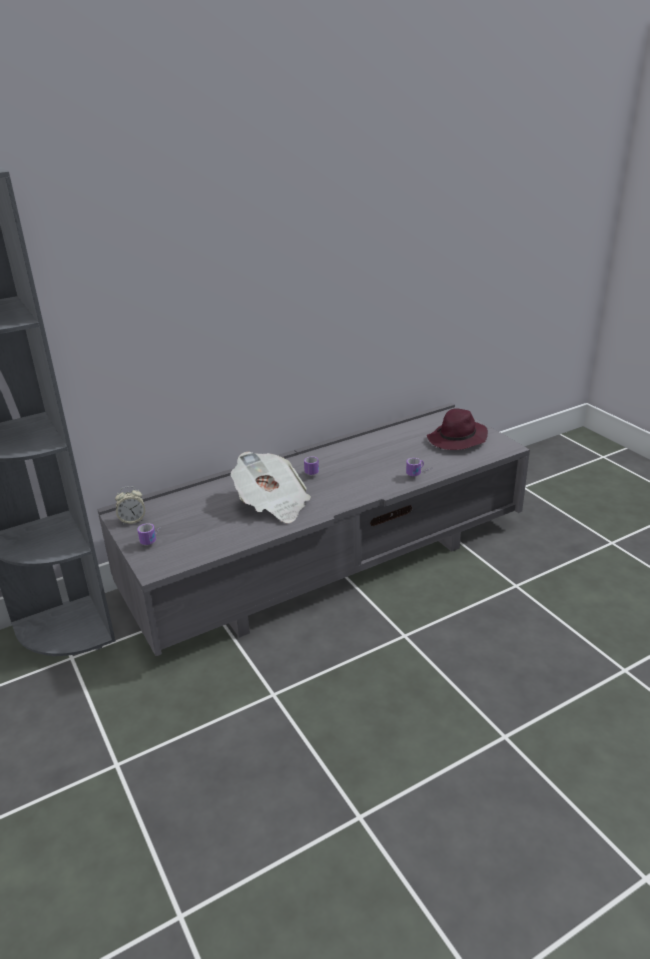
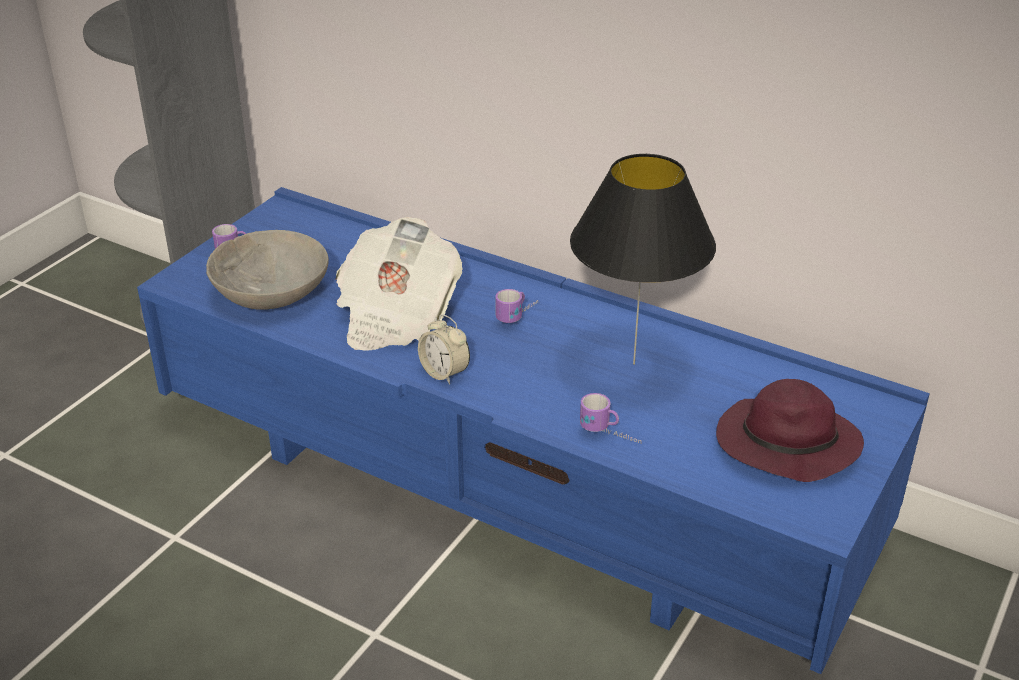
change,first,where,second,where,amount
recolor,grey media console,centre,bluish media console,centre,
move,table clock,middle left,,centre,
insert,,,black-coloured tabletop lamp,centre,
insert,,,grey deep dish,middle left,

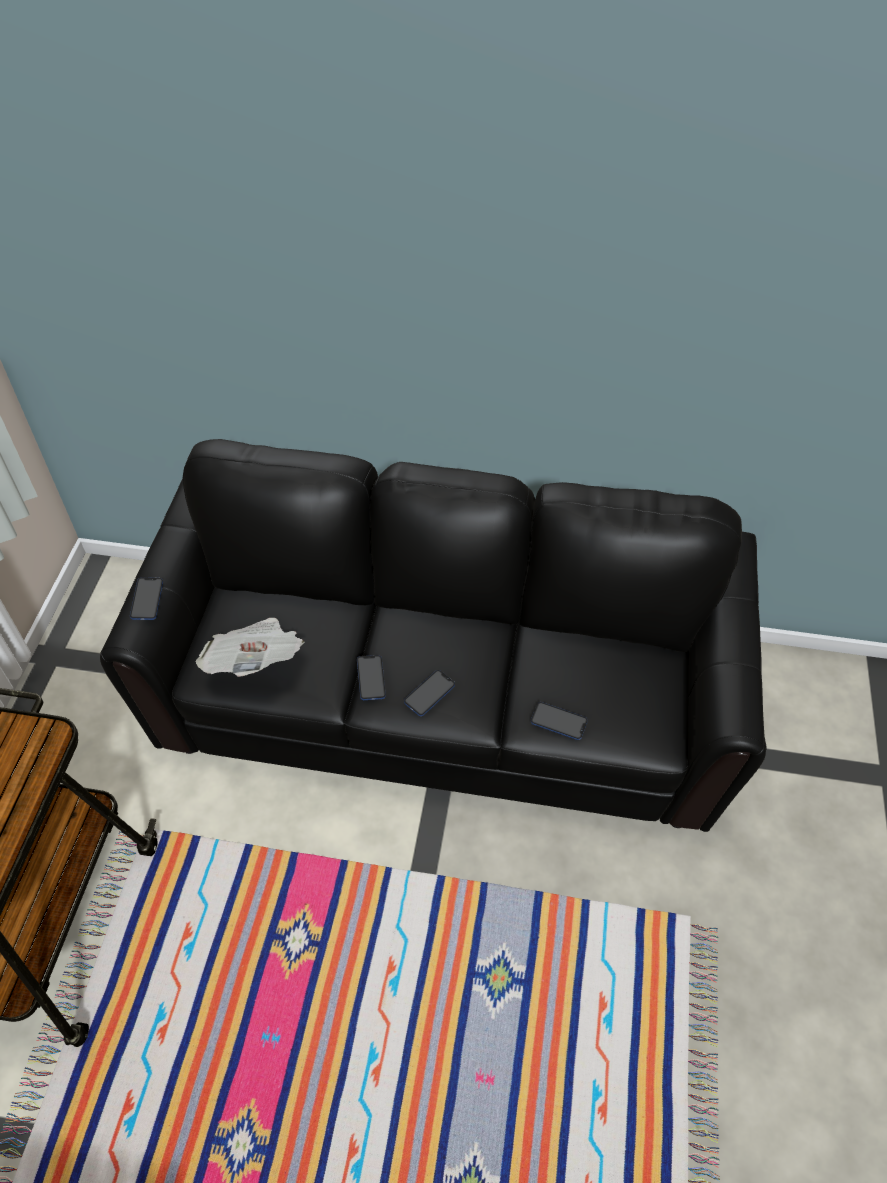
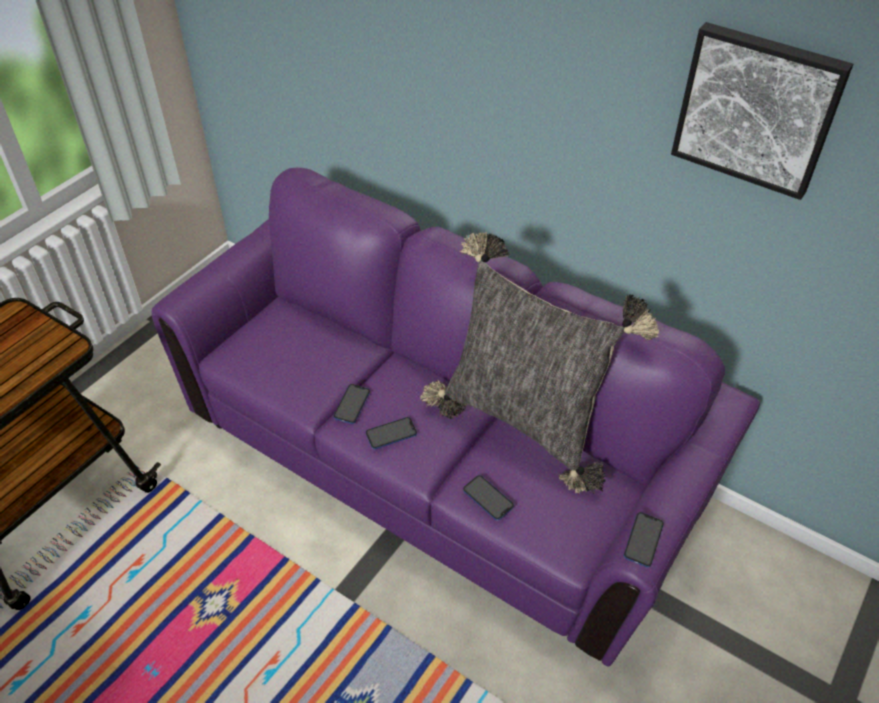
change,first,where,second,where,amount
recolor,black-coloured sofa,centre,purplish sofa,centre,
move,phone (1st from left in the first image),middle left,phone (4th from left),bottom right,
delete,daily paper,middle left,,,
insert,,,wall picture,top right,
insert,,,throw pillow,centre,

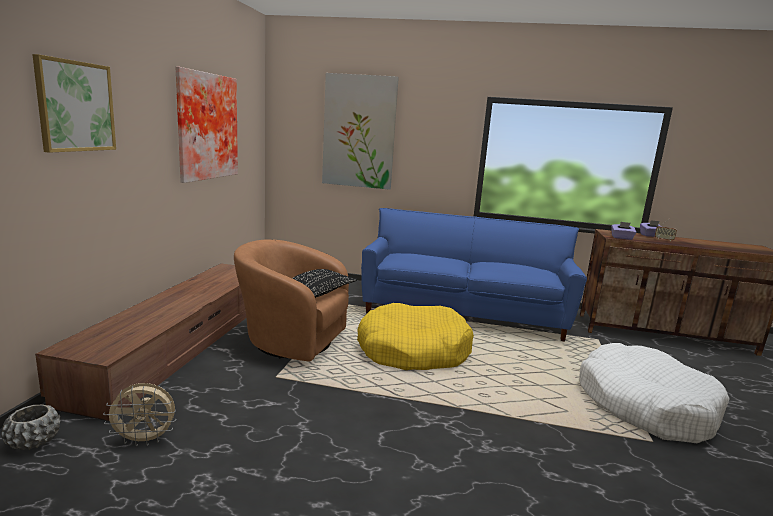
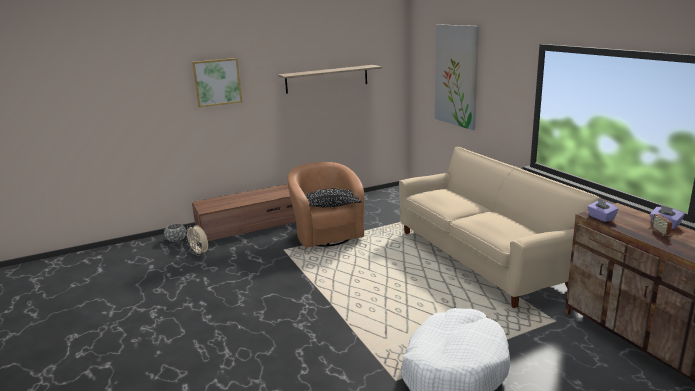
change,first,where,second,where,amount
replace,wall picture (2nd from left),top left,shelf,top centre,
recolor,bluish sofa,centre,sand-coloured sofa,middle right,
delete,yellow-coloured pet bed,centre,,,

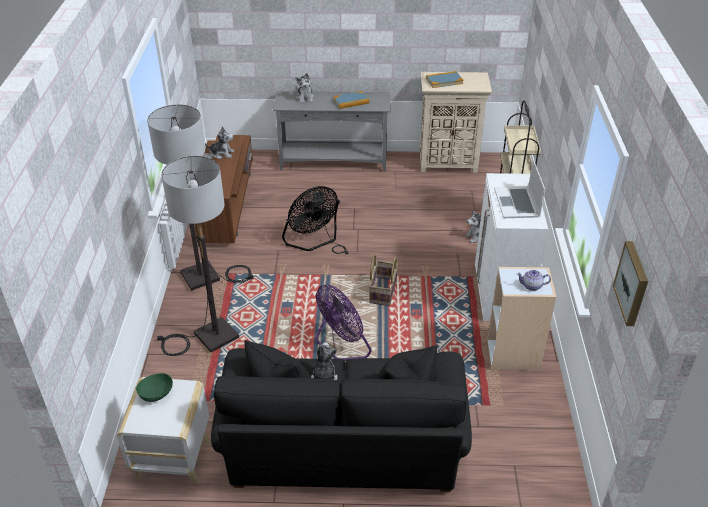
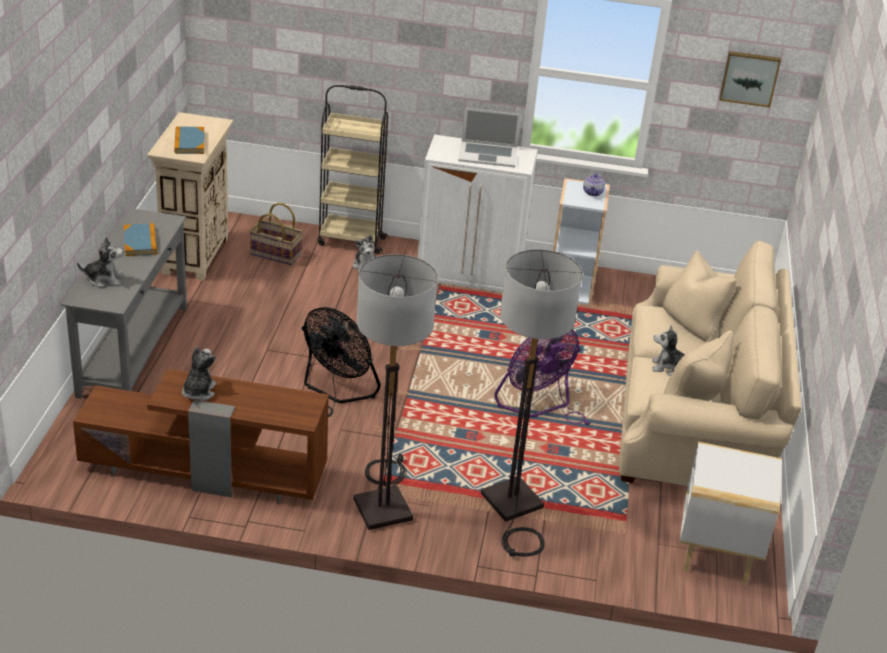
change,first,where,second,where,amount
rotate,black-coloured cooling fan,centre,,centre,150 degrees clockwise
move,household basket,centre,,middle left,
recolor,black-coloured sofa,bottom centre,sand-coloured sofa,middle right,
delete,greenish deep dish,bottom left,,,

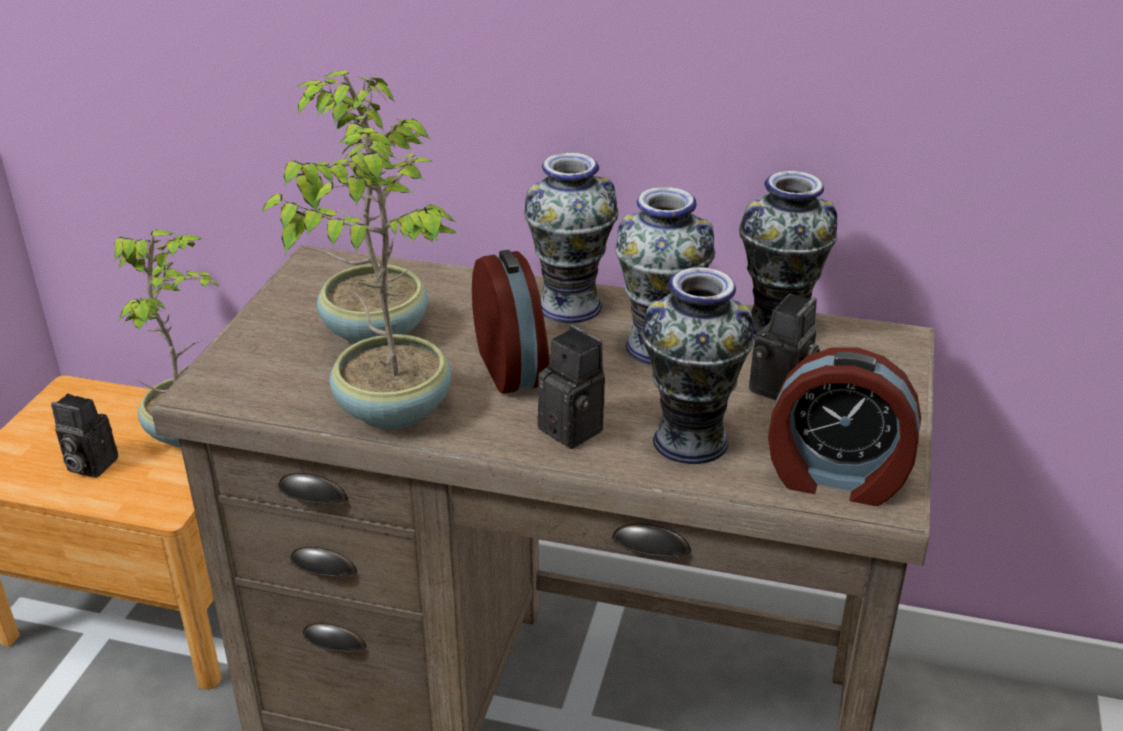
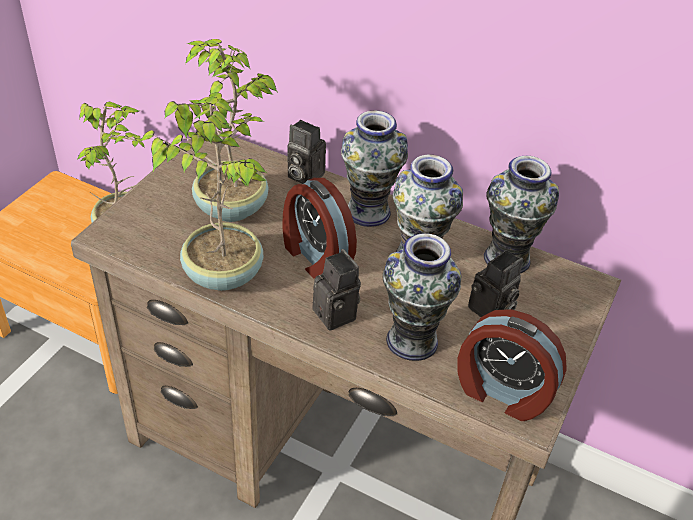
change,first,where,second,where,amount
rotate,table clock (1st from left),centre,,centre,150 degrees clockwise
move,still camera (1st from left),middle left,,top centre,

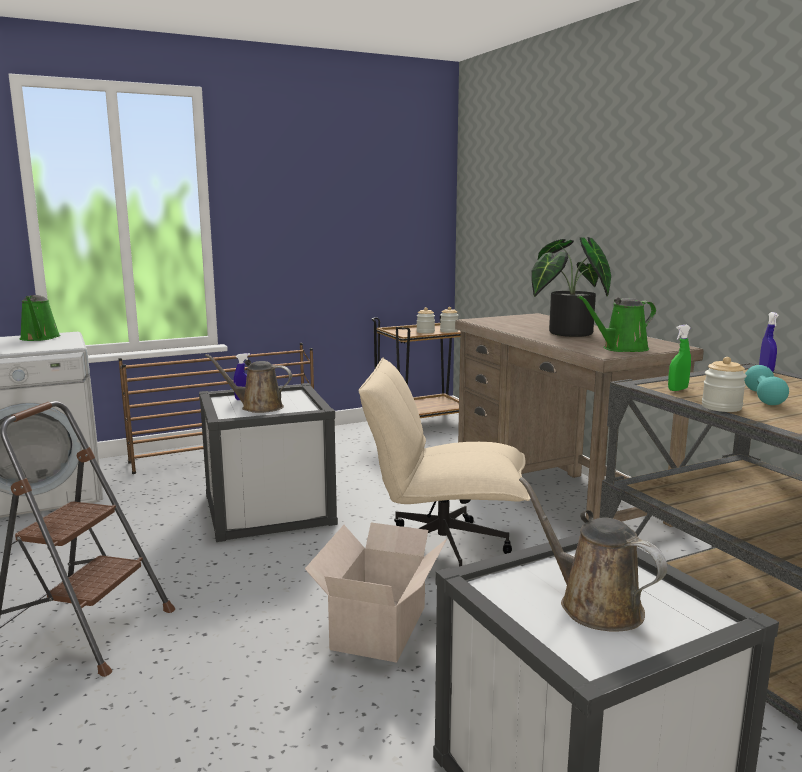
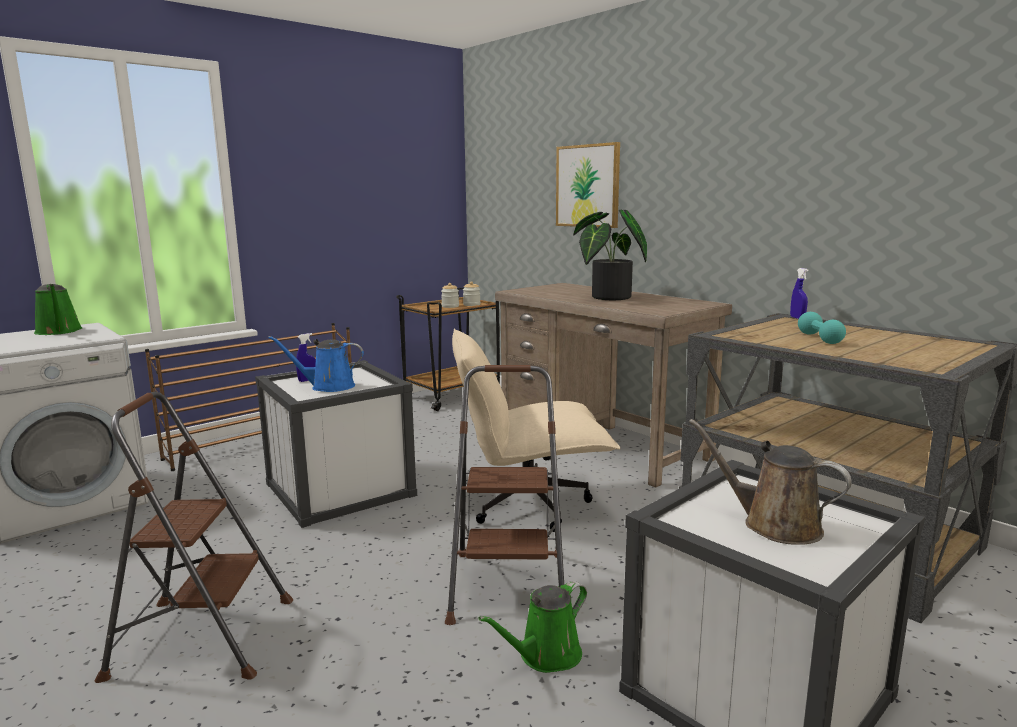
change,first,where,second,where,amount
move,greenish watering pot (2nd from left),middle right,,bottom centre,
delete,greenish sprayer,middle right,,,
recolor,brown watering pot (1st from left),middle left,bluish watering pot,middle left,
delete,storage jar (3rd from left),middle right,,,
replace,carton,bottom centre,brown step stool (2nd from left),bottom centre,
insert,,,wall picture,top centre,

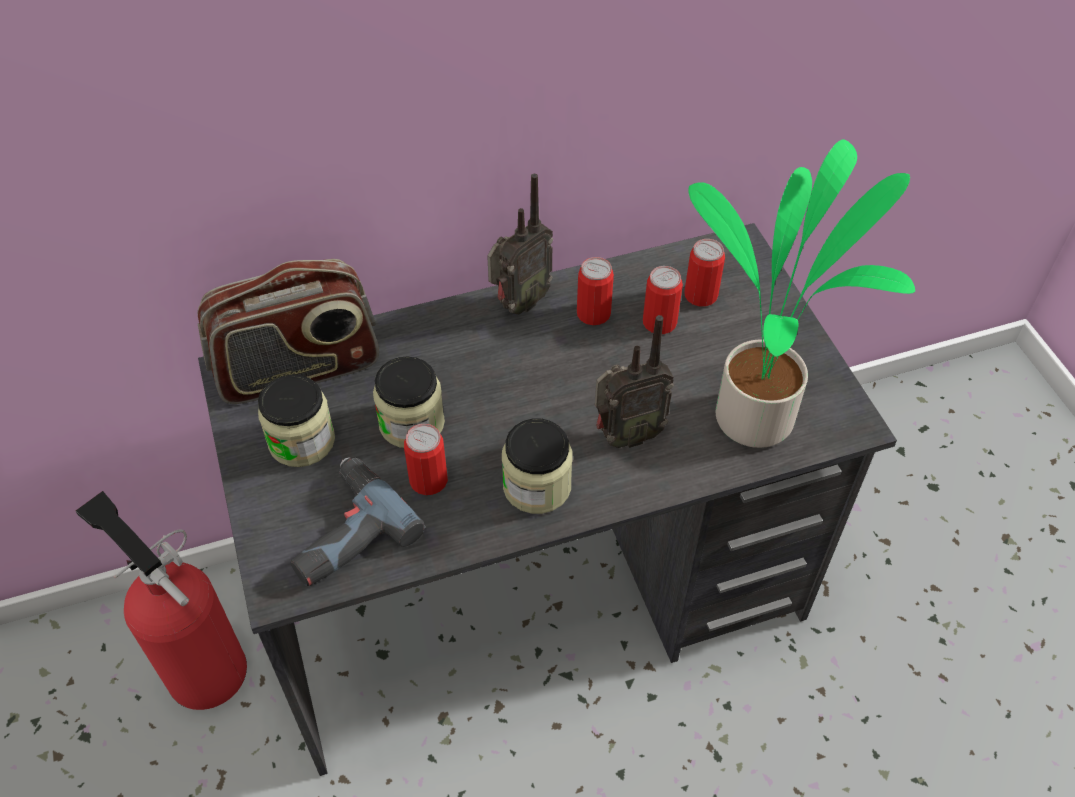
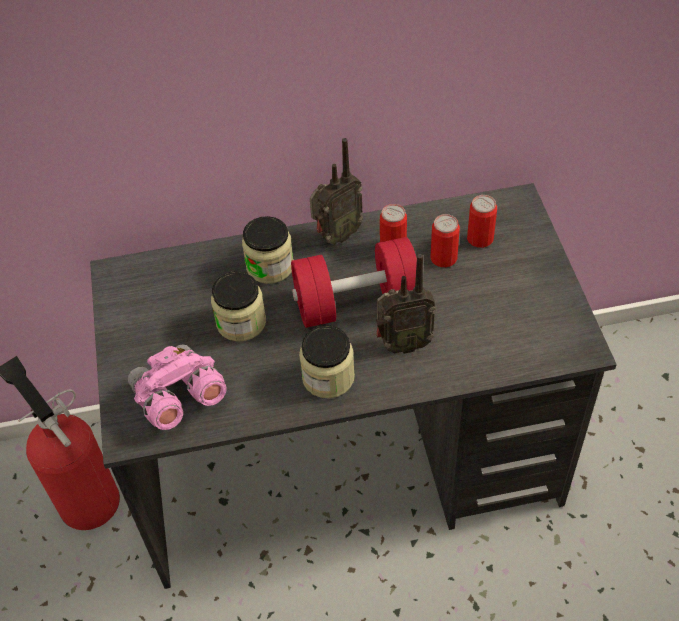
change,first,where,second,where,amount
delete,potted plant,middle right,,,
delete,radio set (1st from left),middle left,,,
move,storage jar (1st from left in the first image),middle left,storage jar (2nd from left),centre,
delete,can (1st from left),centre,,,
replace,drill,middle left,pink binoculars,middle left,
insert,,,red hand weight,centre,

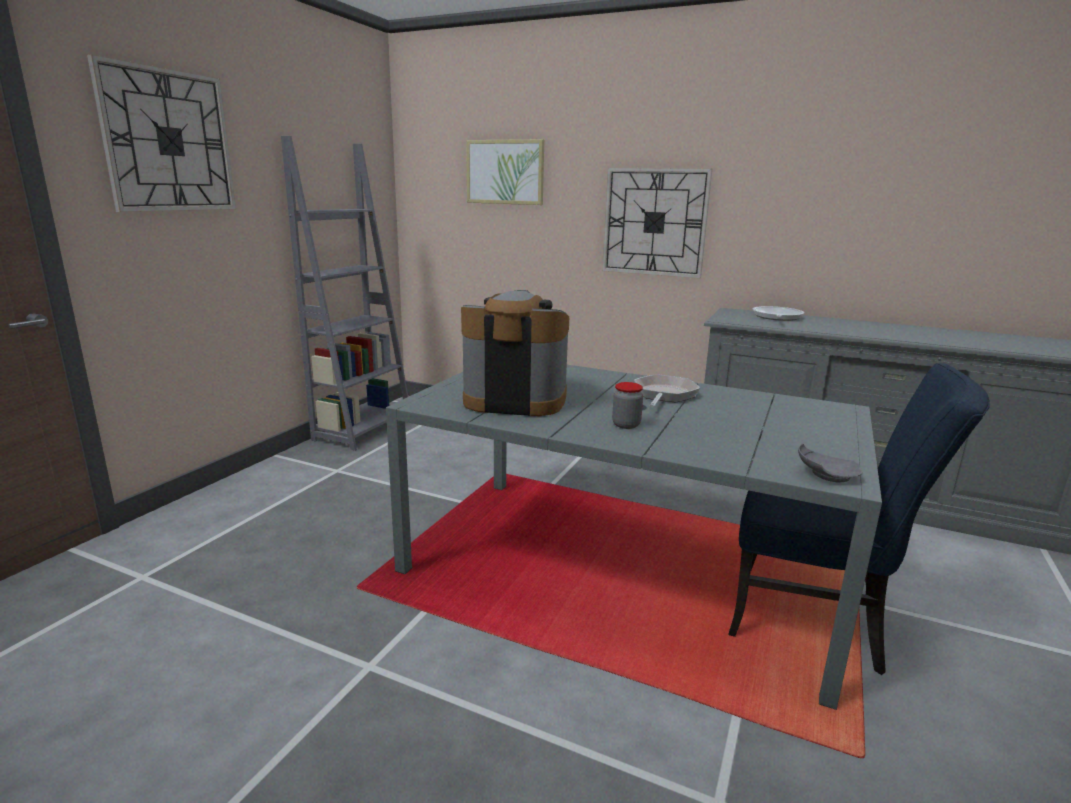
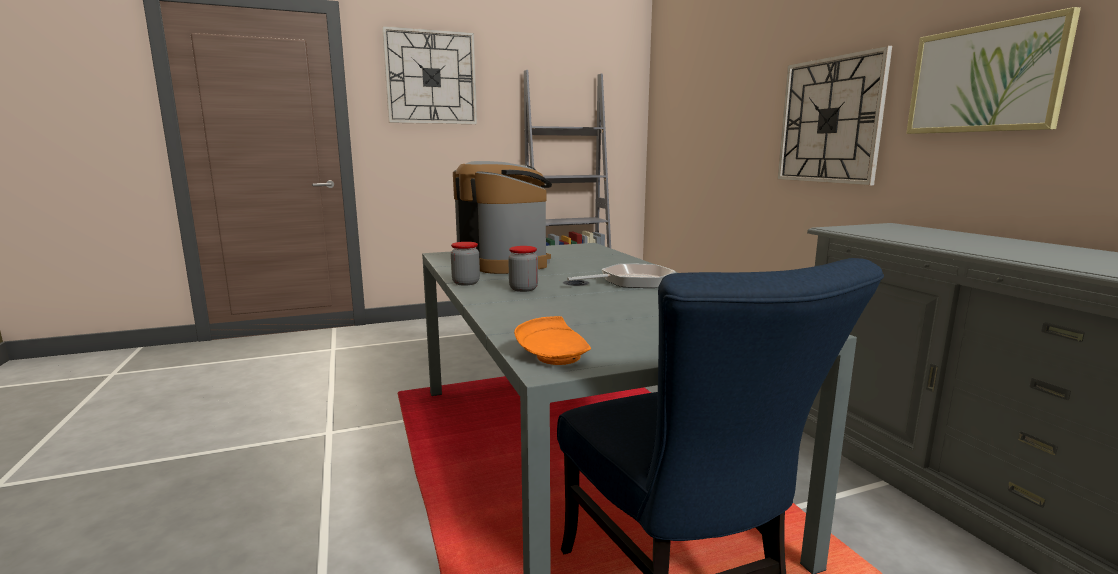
change,first,where,second,where,amount
move,wall picture,top centre,,top right,
delete,skillet (2nd from left),middle right,,,
recolor,grey dinner plate,middle right,orangey dinner plate,centre,
insert,,,storage jar (1st from left),centre,

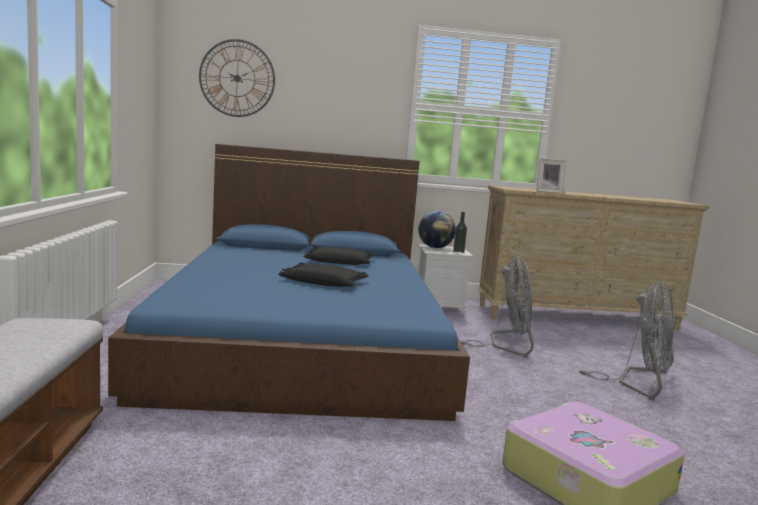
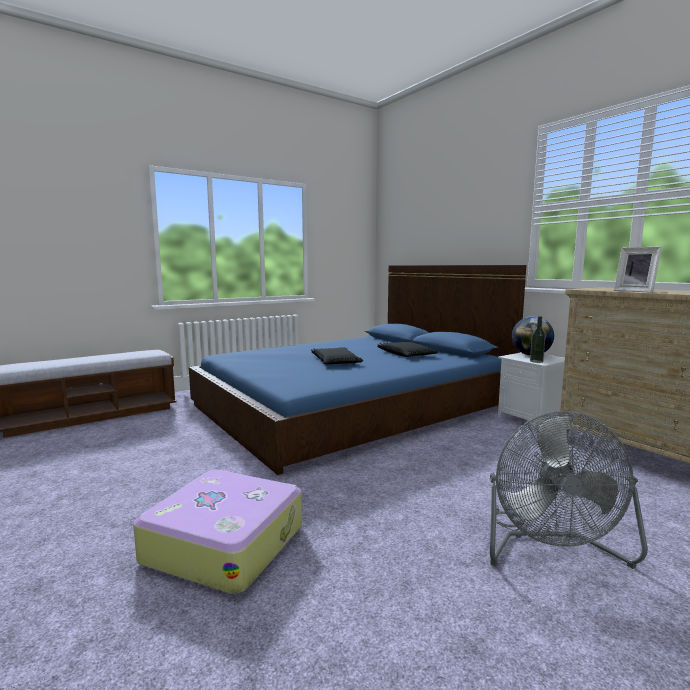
change,first,where,second,where,amount
delete,wall clock,top left,,,
delete,grey cooling fan (1st from left),centre,,,

